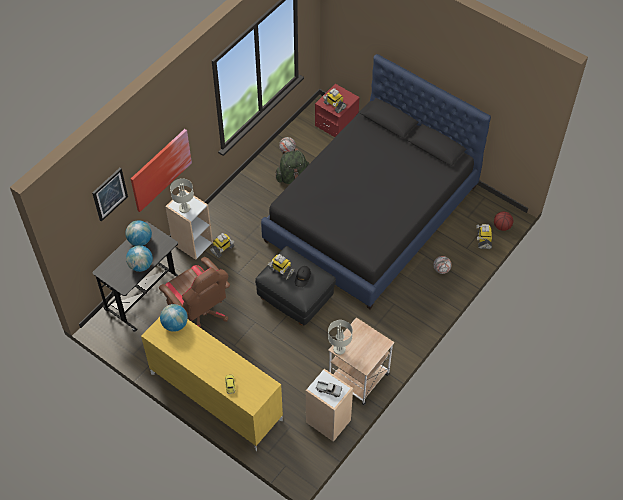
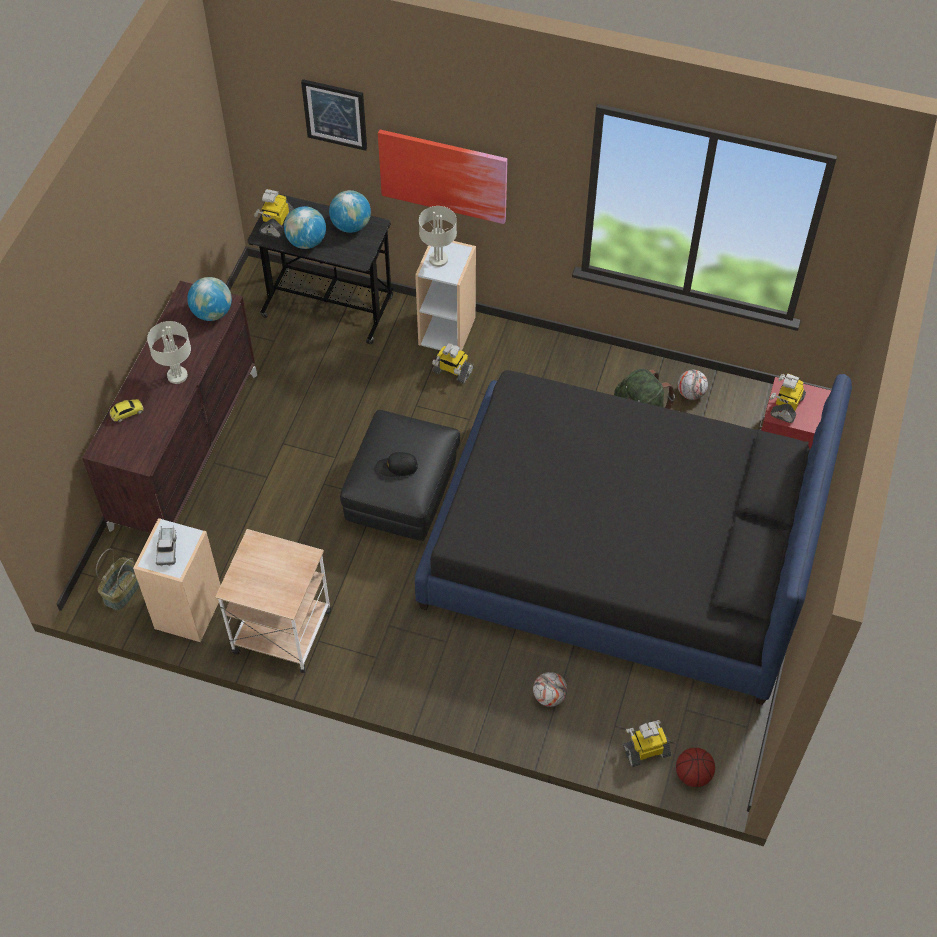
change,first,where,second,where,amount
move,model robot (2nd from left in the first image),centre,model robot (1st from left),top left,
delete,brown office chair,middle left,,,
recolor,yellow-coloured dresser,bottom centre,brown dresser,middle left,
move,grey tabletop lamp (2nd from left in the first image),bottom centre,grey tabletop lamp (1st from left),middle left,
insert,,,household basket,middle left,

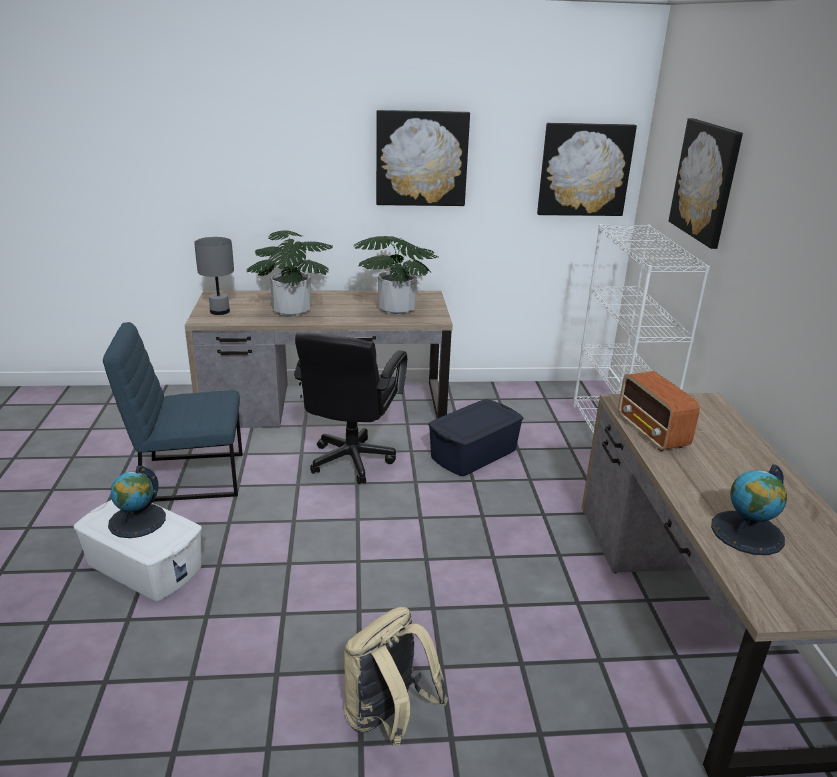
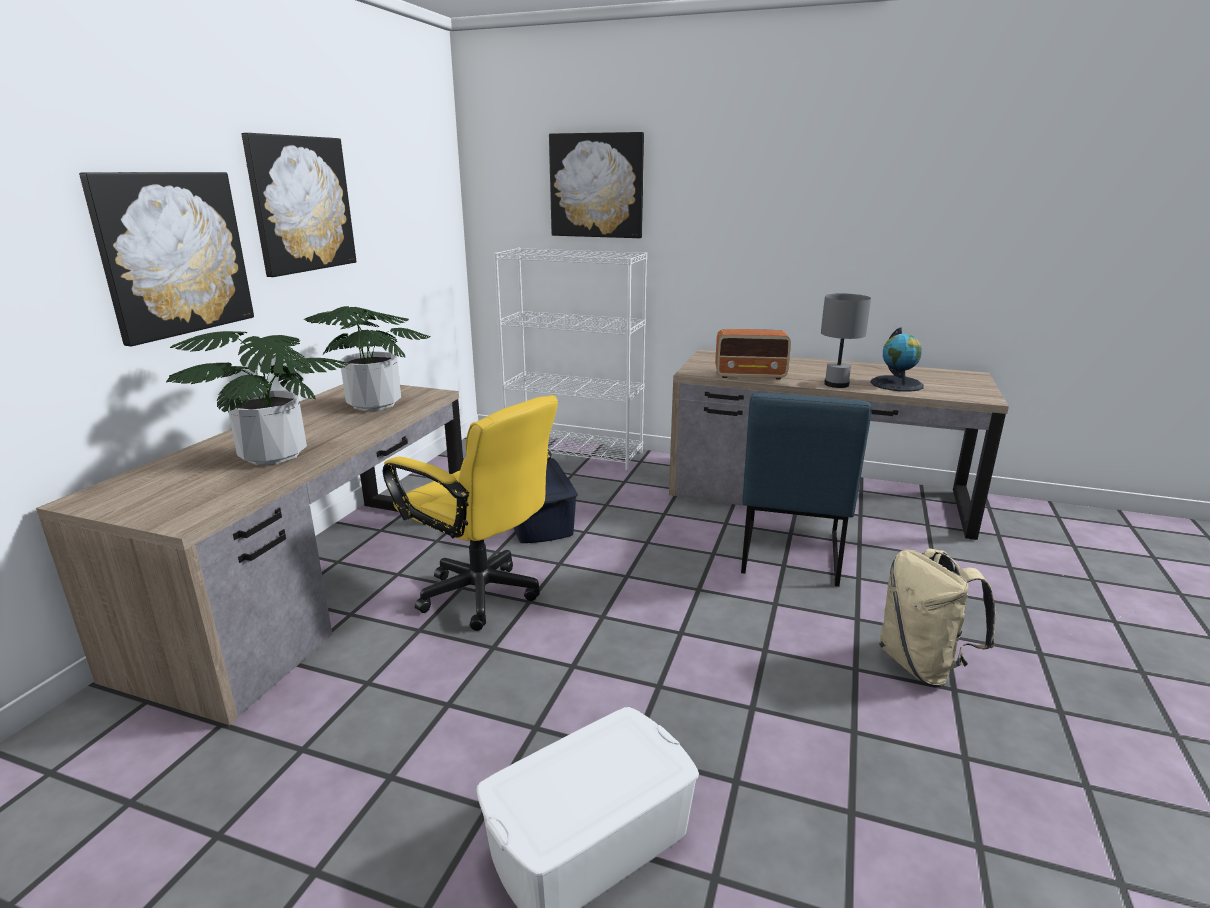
change,first,where,second,where,amount
move,wall picture (2nd from left in the first image),top right,wall picture (1st from left),top left,
move,grey tabletop lamp,middle left,,middle right,
move,bluish plain chair,middle left,,centre,
recolor,black-coloured office chair,centre,yellow-coloured office chair,centre,
delete,desk globe (1st from left),middle left,,,

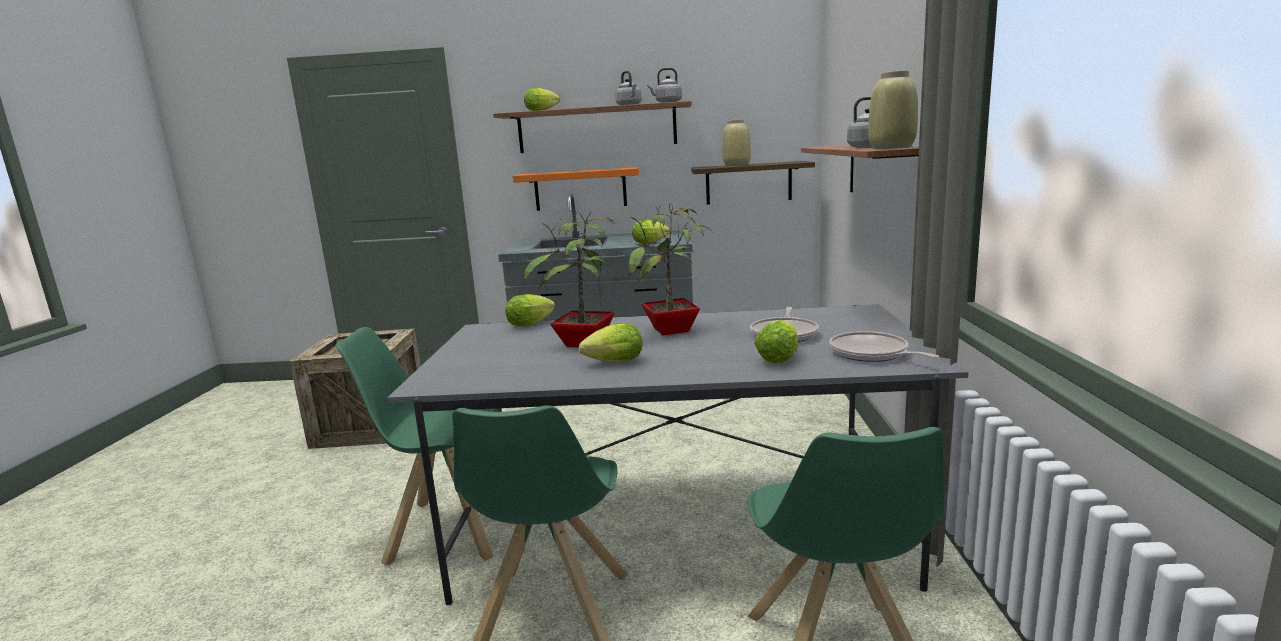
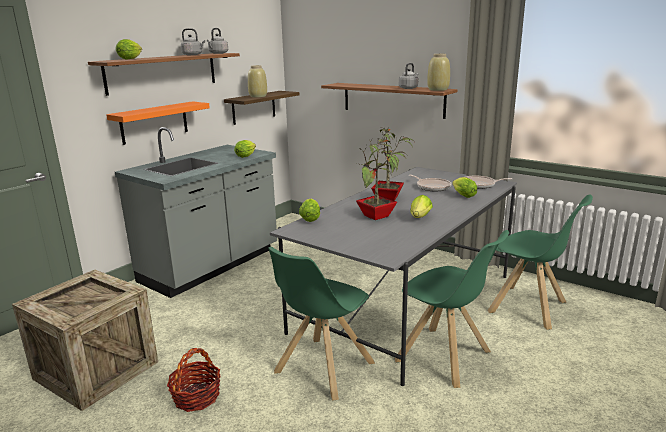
change,first,where,second,where,amount
insert,,,household basket,bottom left,

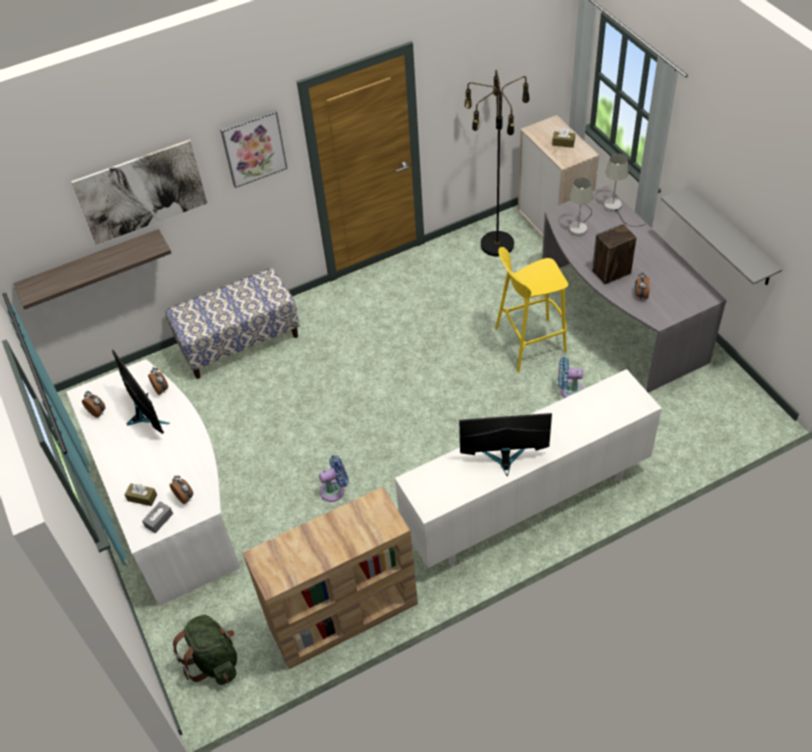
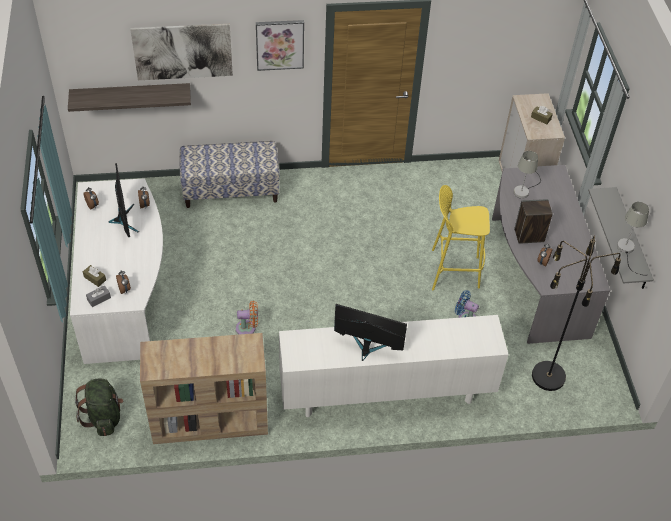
change,first,where,second,where,amount
move,standard lamp,top centre,,middle right,
move,grey tabletop lamp (2nd from left),top right,,middle right,
recolor,bluish cooling fan (1st from left),centre,orangey cooling fan,centre,

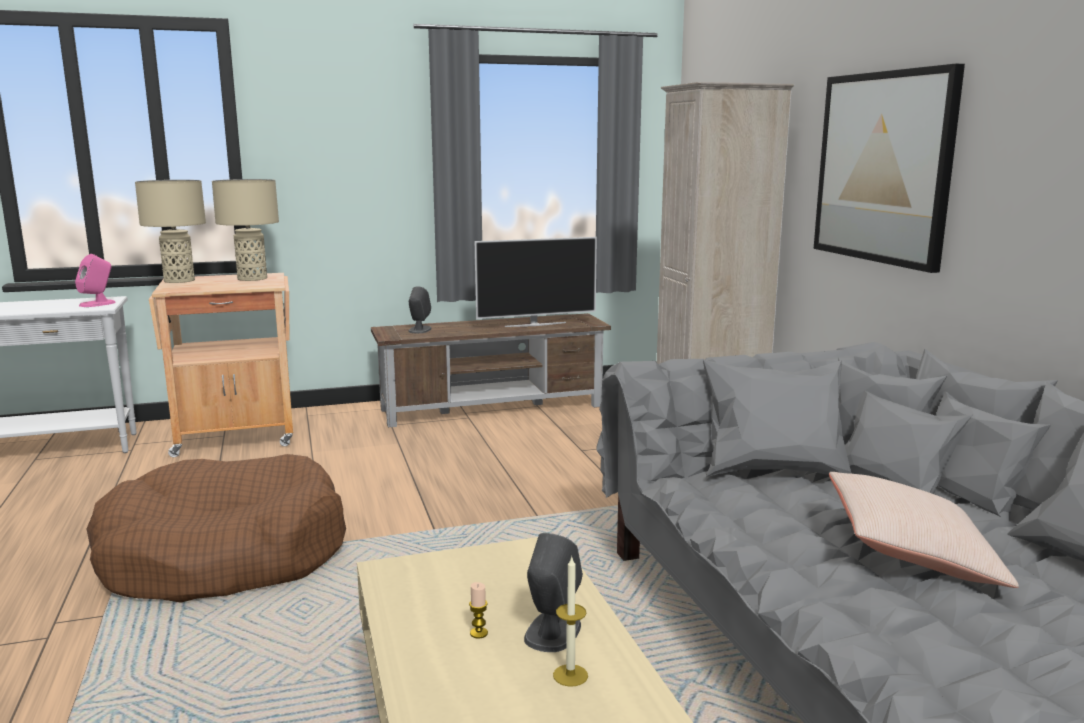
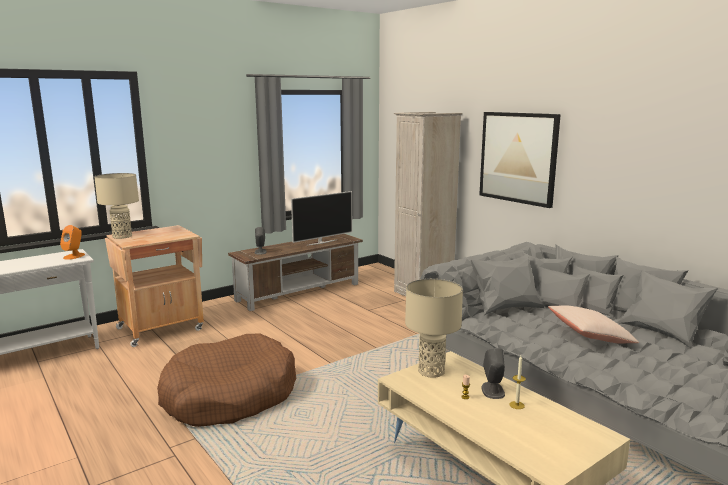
change,first,where,second,where,amount
move,sand-coloured tabletop lamp (2nd from left),top left,,bottom centre,
recolor,pink audio speaker,middle left,orangey audio speaker,middle left,

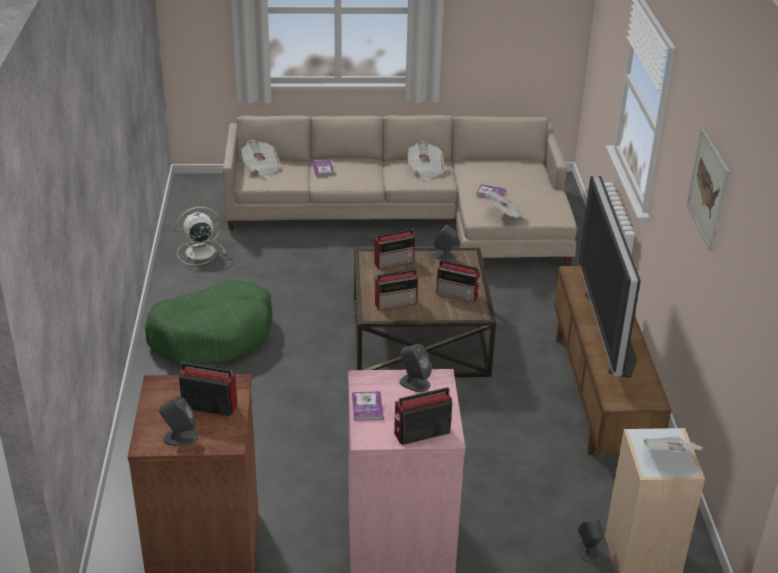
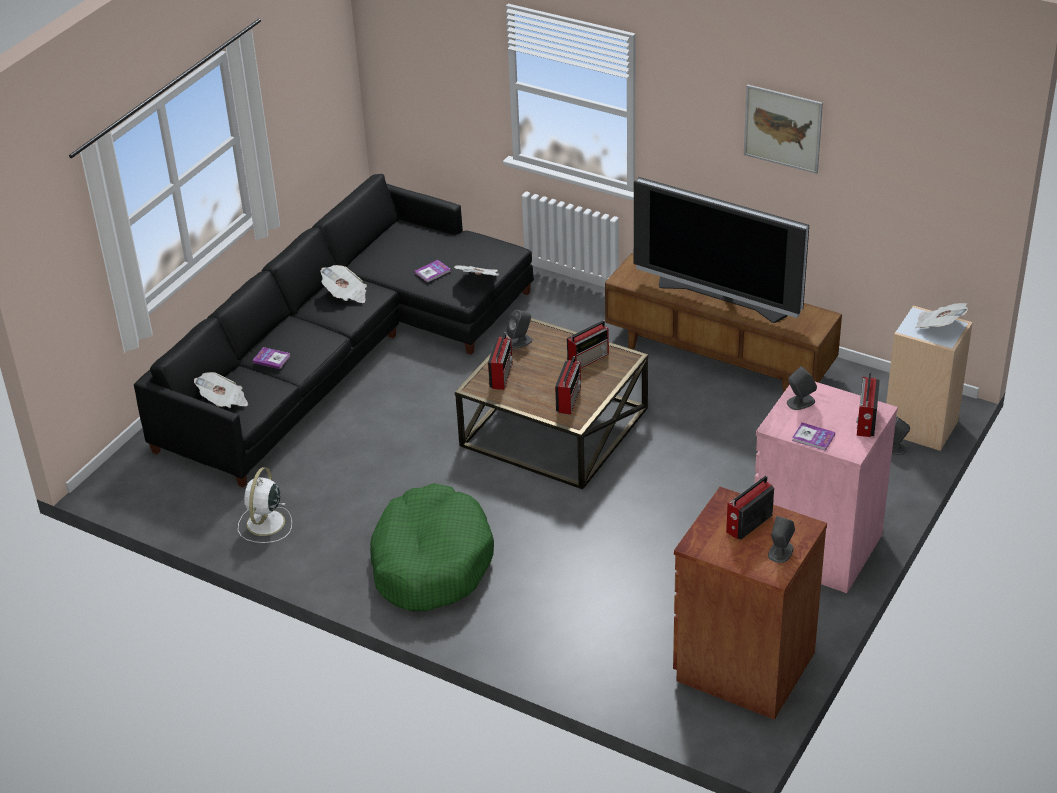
change,first,where,second,where,amount
recolor,sand-coloured sofa,top centre,black-coloured sofa,middle left,

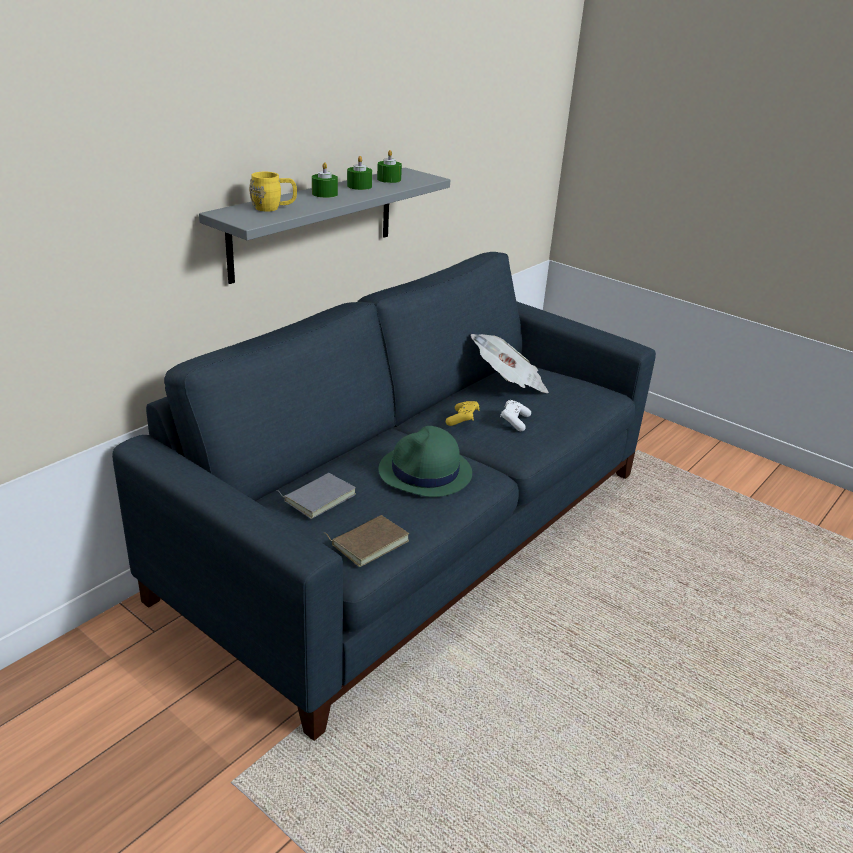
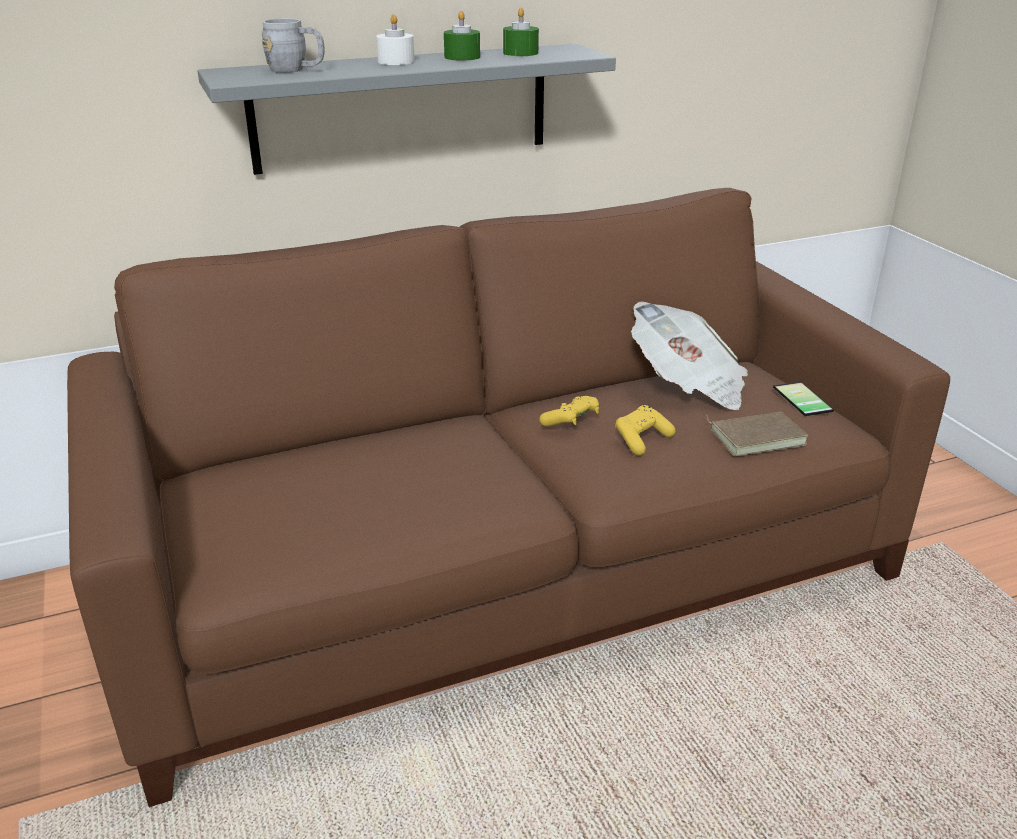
change,first,where,second,where,amount
recolor,greenish candle (1st from left),top centre,white candle,top centre,
recolor,yellow-coloured tea mug,top left,grey tea mug,top left,
recolor,bluish sofa,centre,brown sofa,centre,
recolor,white game controller,centre,yellow-coloured game controller (2nd from left),centre,
delete,greenish clothing hat,centre,,,
delete,grey bound book,centre,,,
move,brown bound book,centre,,middle right,
insert,,,phone,middle right,

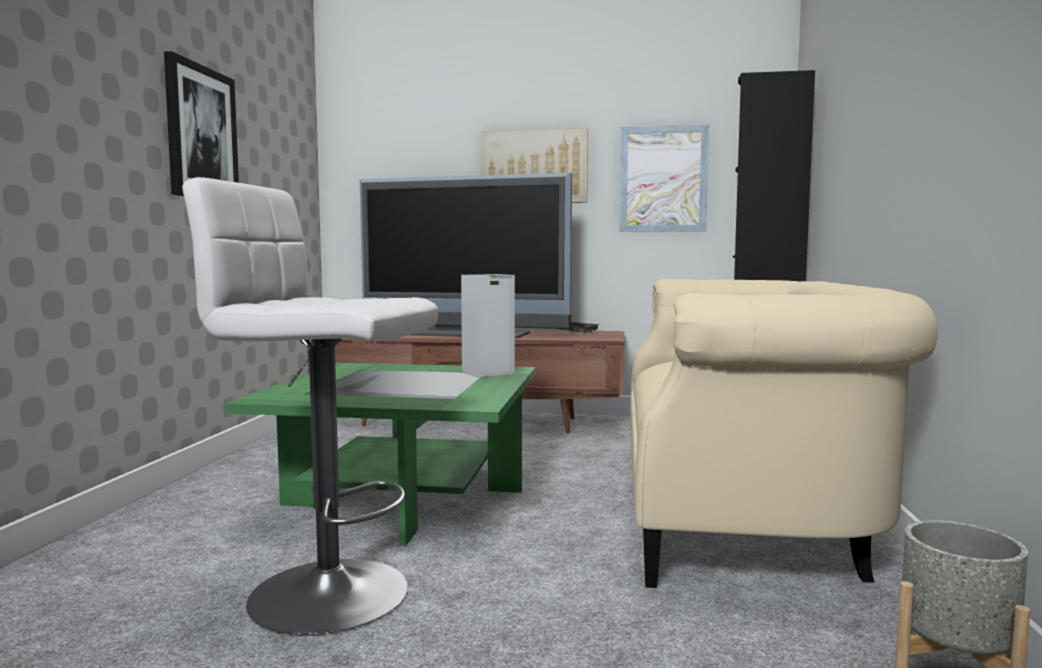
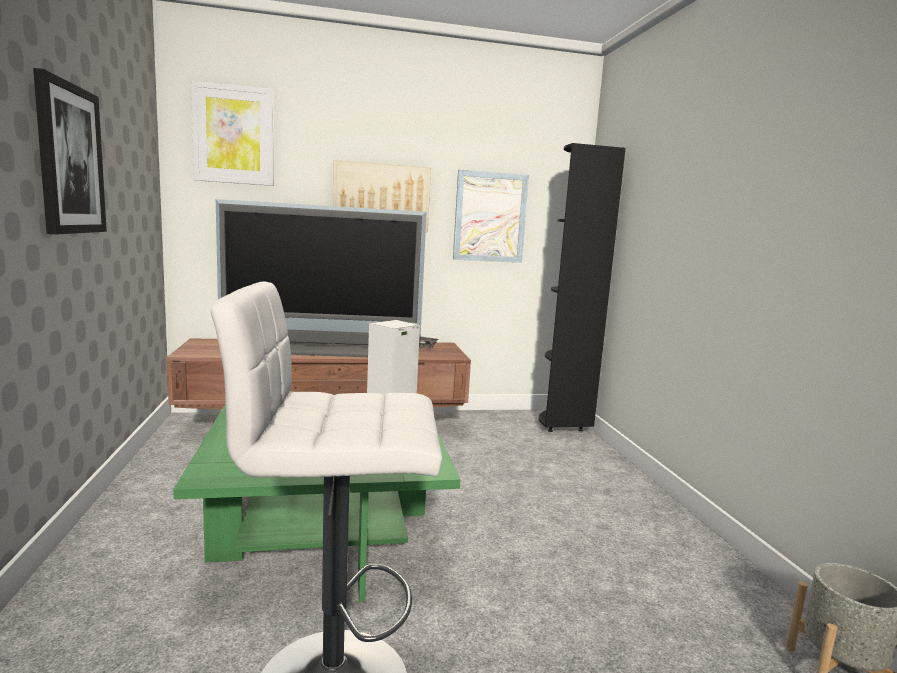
change,first,where,second,where,amount
delete,sand-coloured sofa,middle right,,,
insert,,,wall picture (2nd from left),top left,

